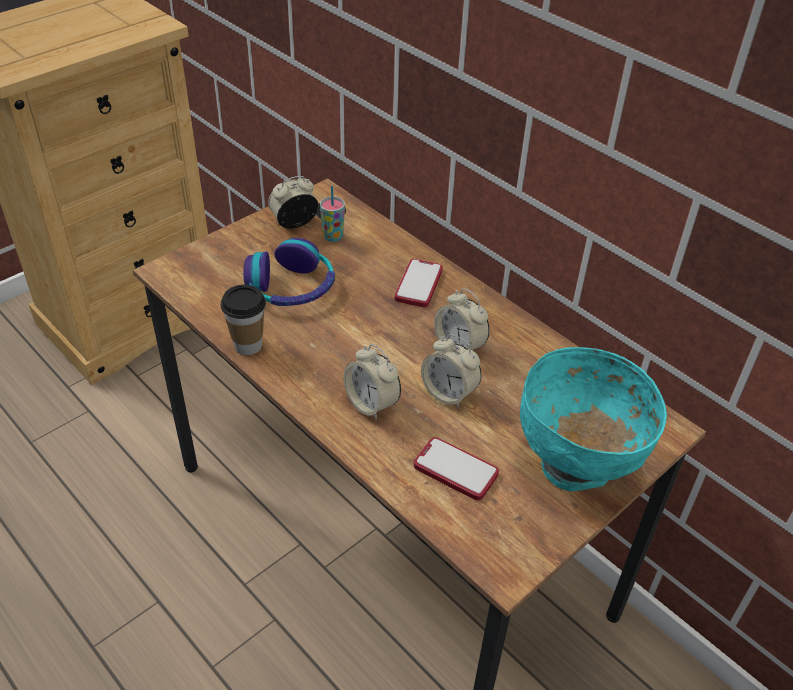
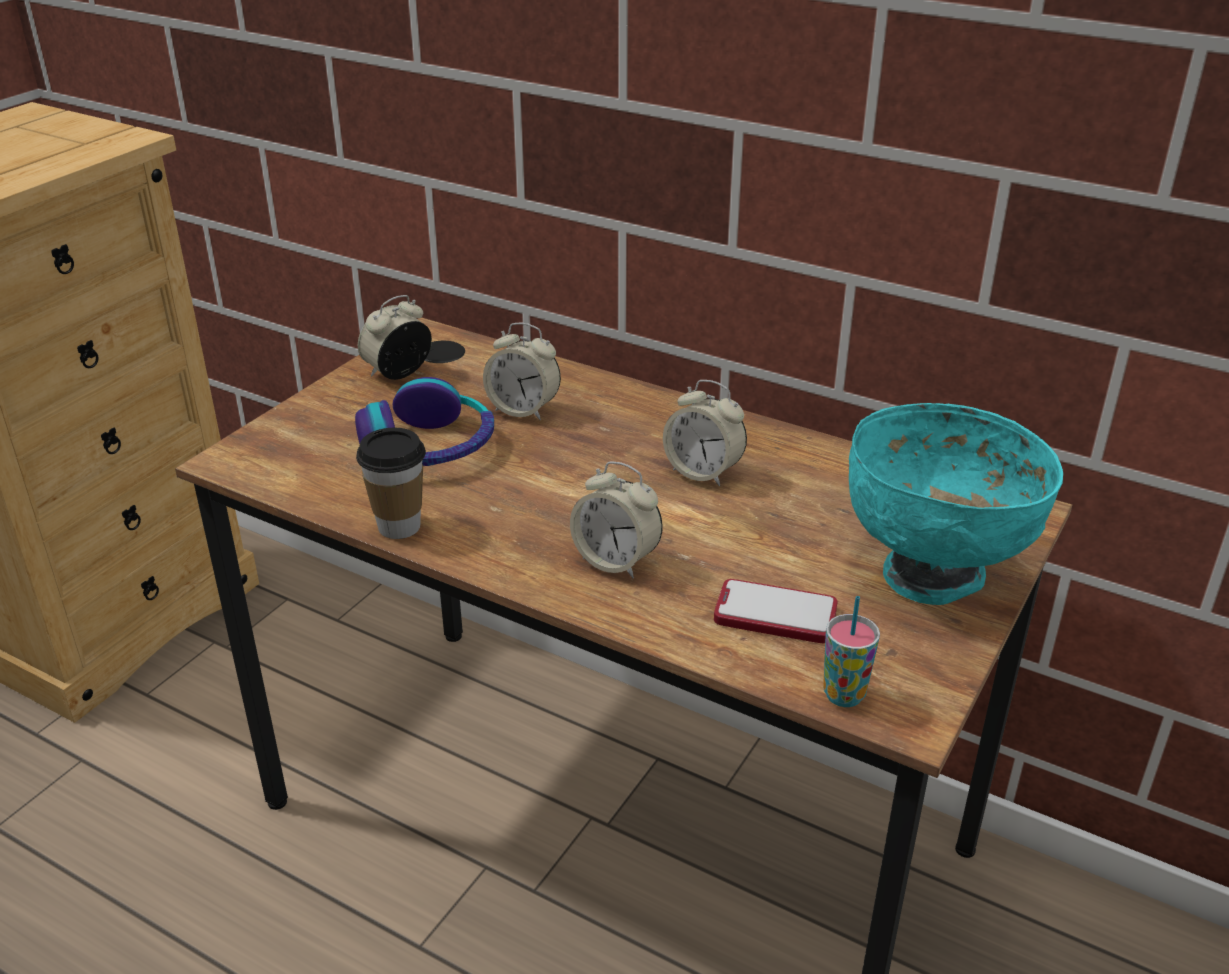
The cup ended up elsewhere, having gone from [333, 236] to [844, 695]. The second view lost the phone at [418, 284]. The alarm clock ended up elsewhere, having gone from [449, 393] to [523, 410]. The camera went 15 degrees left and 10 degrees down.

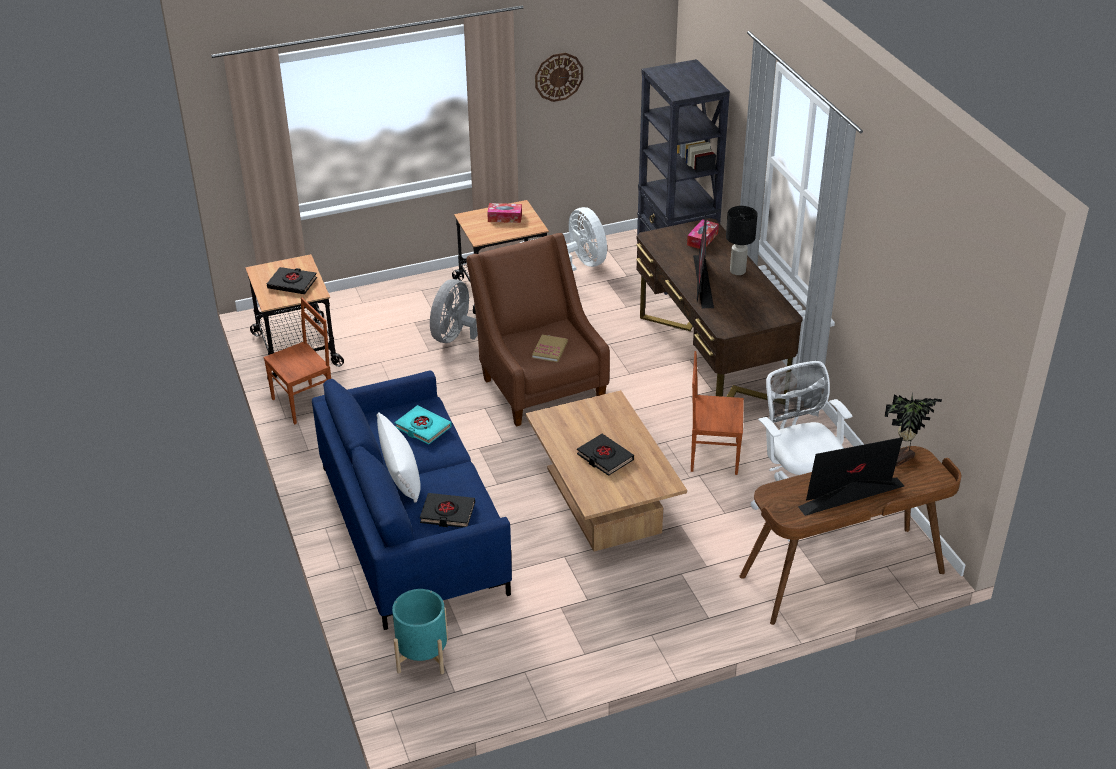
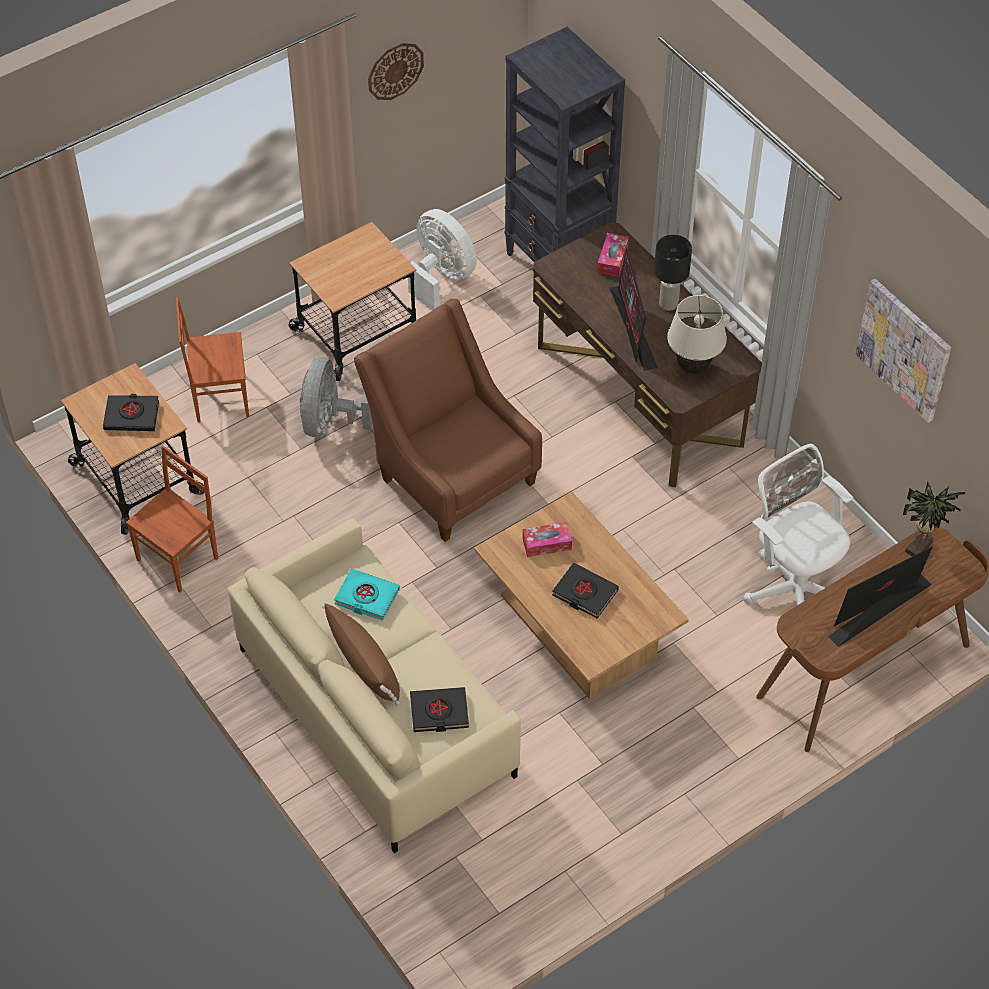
What was the sofa (blue) at [413, 528] turned into the sofa (beige) at [376, 711]. What was the pillow (white) at [400, 471] turned into the pillow (brown) at [364, 665]. The second view lost the planter (turquoise) at [422, 655]. The tissue box ended up elsewhere, having gone from [505, 217] to [546, 544]. The second view lost the book at [550, 350]. The chair (brown) ended up elsewhere, having gone from [713, 455] to [220, 397]. The second view gained the table lamp (beige) at [693, 367]. The second view gained the picture at [904, 349]. The camera went 15 degrees left and 15 degrees up.

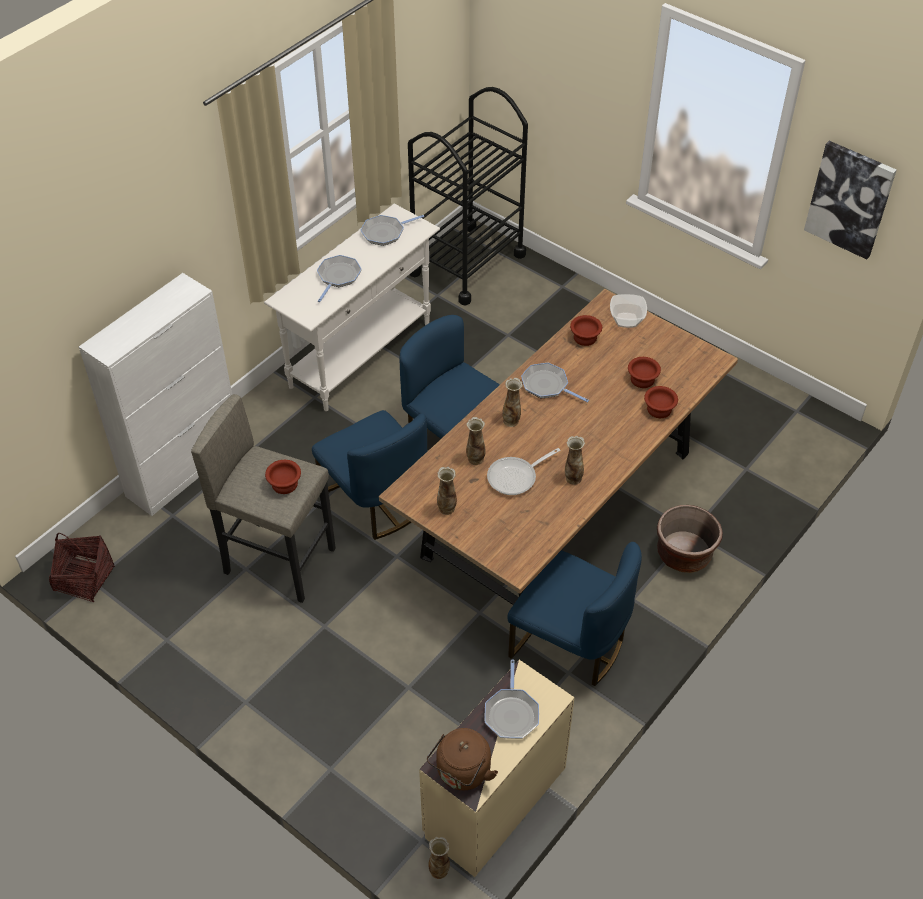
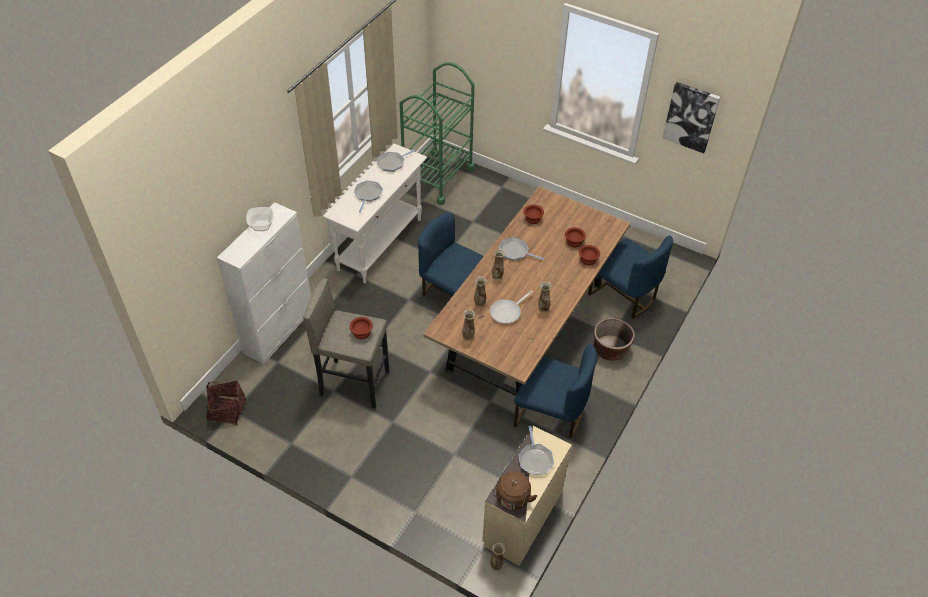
The chair (blue) ended up elsewhere, having gone from [375, 501] to [624, 295]. What was the cart (black) at [467, 264] turned into the cart (green) at [437, 178]. The bowl ended up elsewhere, having gone from [626, 320] to [261, 225]. The camera went 10 degrees left and 0 degrees up.

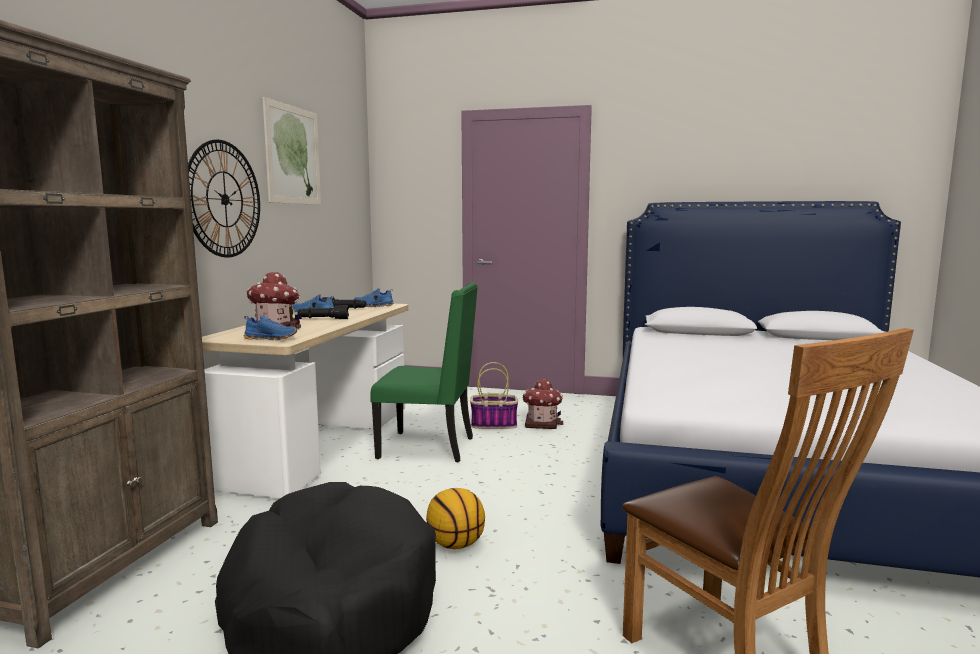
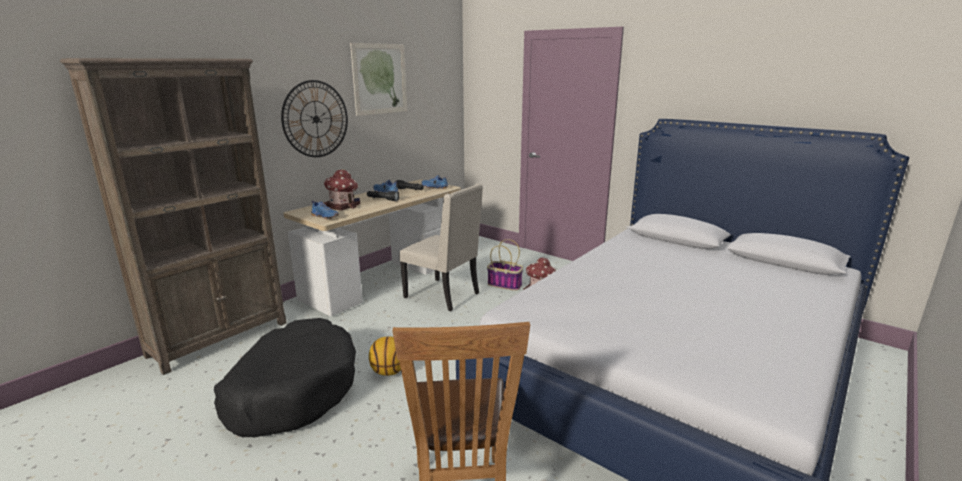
What was the chair (green) at [429, 447] turned into the chair (beige) at [444, 295]. The camera went 25 degrees right and 10 degrees up.

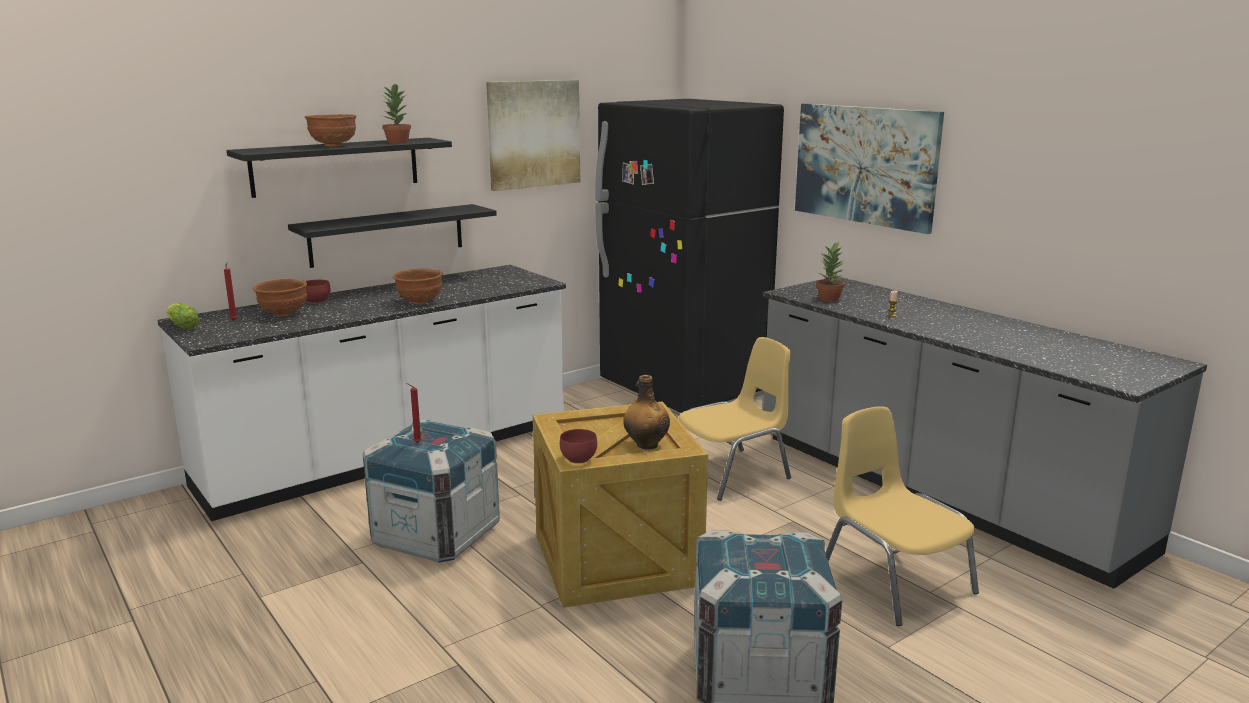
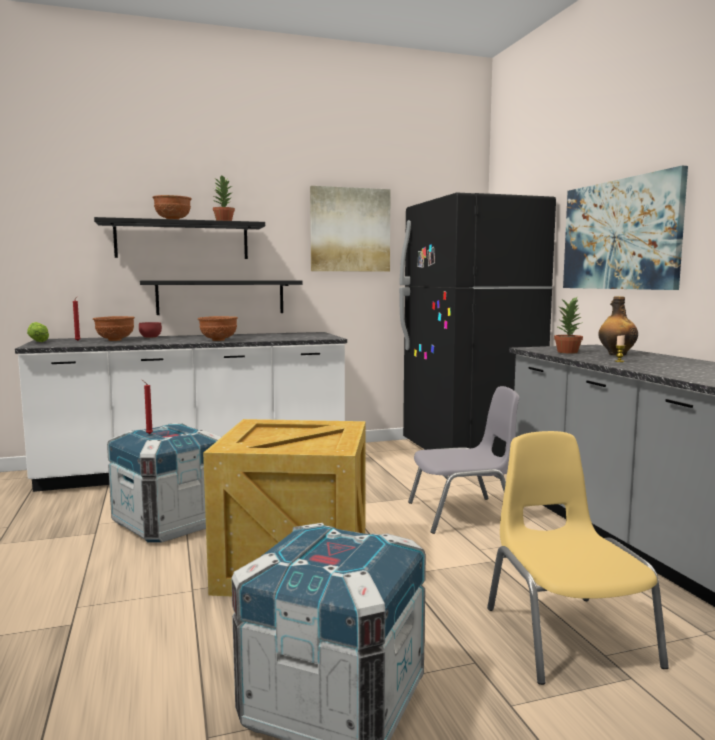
The second view lost the bowl (red) at [579, 459]. The bottle ended up elsewhere, having gone from [646, 445] to [616, 354]. What was the chair (yellow) at [732, 473] turned into the chair (grey) at [463, 514]. The camera went 20 degrees right and 10 degrees down.

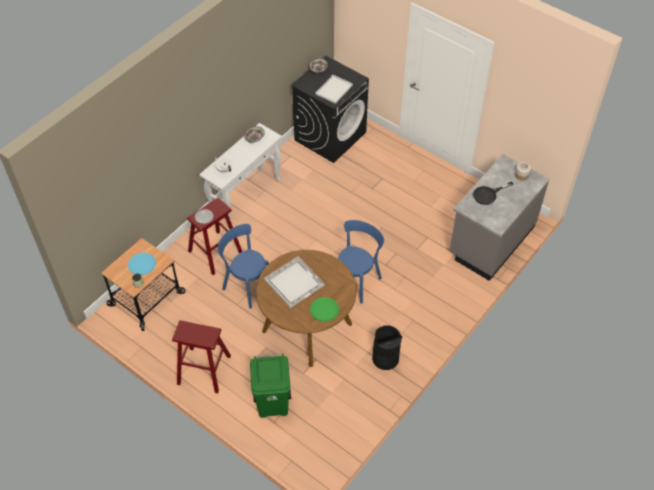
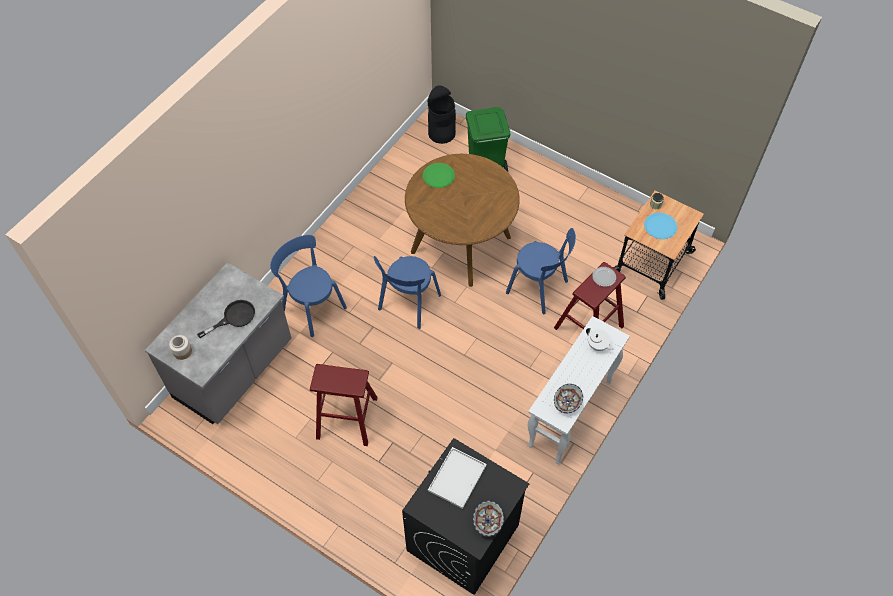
The stool (red) ended up elsewhere, having gone from [204, 370] to [347, 418]. The second view lost the tray (white) at [294, 282]. The trash can (black) ended up elsewhere, having gone from [385, 358] to [441, 133]. The second view gained the chair (blue) at [312, 307]. The camera went 175 degrees right and 5 degrees up.

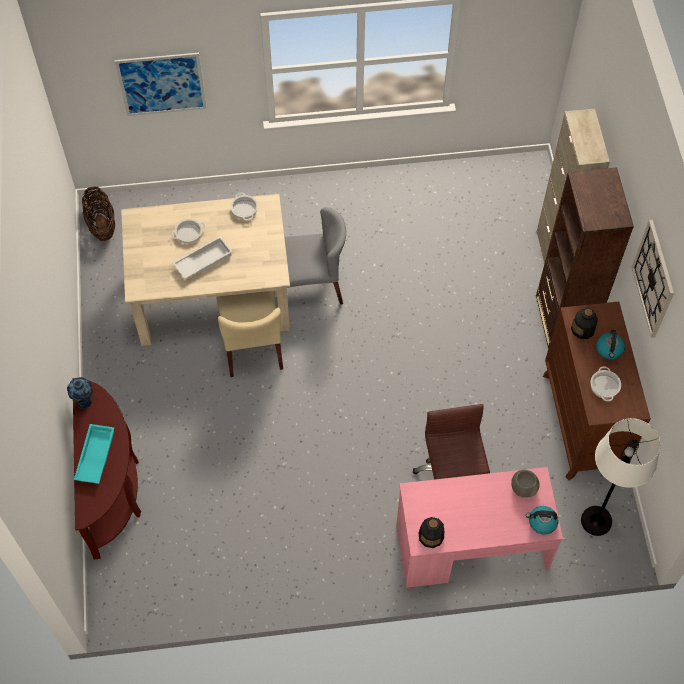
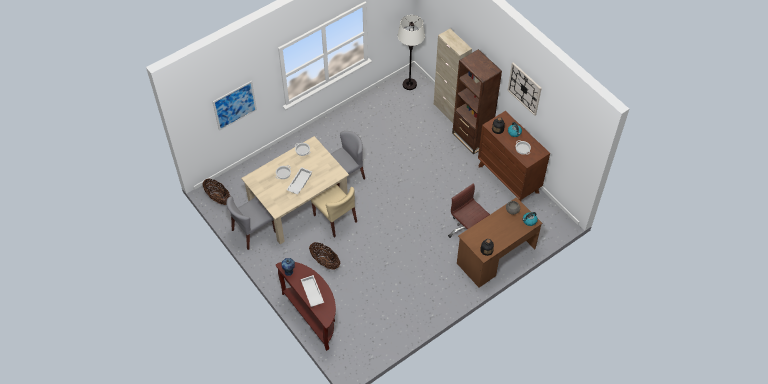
What was the tray (turquoise) at [95, 456] turned into the tray (white) at [311, 292]. What was the desk (pink) at [471, 547] turned into the desk (brown) at [495, 256]. The floor lamp (white) ended up elsewhere, having gone from [596, 521] to [409, 84]. The second view gained the chair (grey) at [253, 231]. The second view gained the basket at [325, 262]. The camera went 30 degrees left and 5 degrees down.

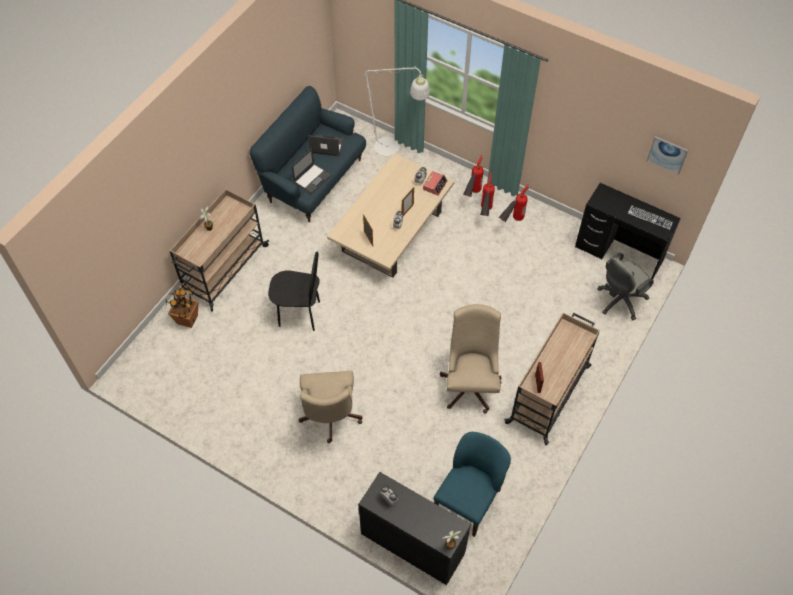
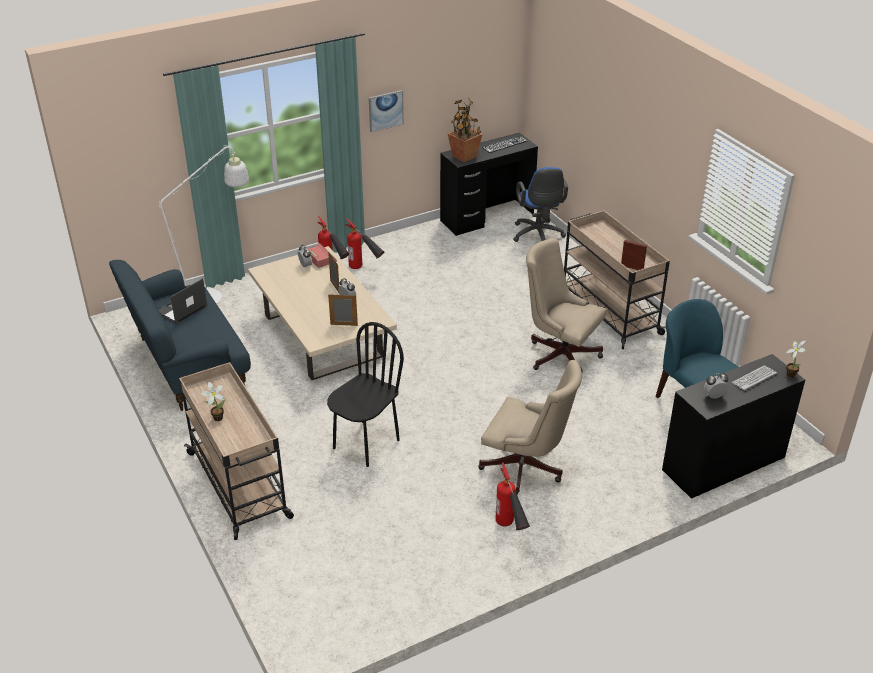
The potted plant ended up elsewhere, having gone from [187, 319] to [464, 156]. The second view lost the laptop at [312, 178]. The fire extinguisher ended up elsewhere, having gone from [511, 222] to [510, 532]. What was the office chair (grey) at [619, 301] turned into the office chair (blue) at [538, 236]. The picture ended up elsewhere, having gone from [667, 154] to [385, 110]. The second view gained the keyboard at [754, 378]. The camera went 60 degrees left and 20 degrees down.

